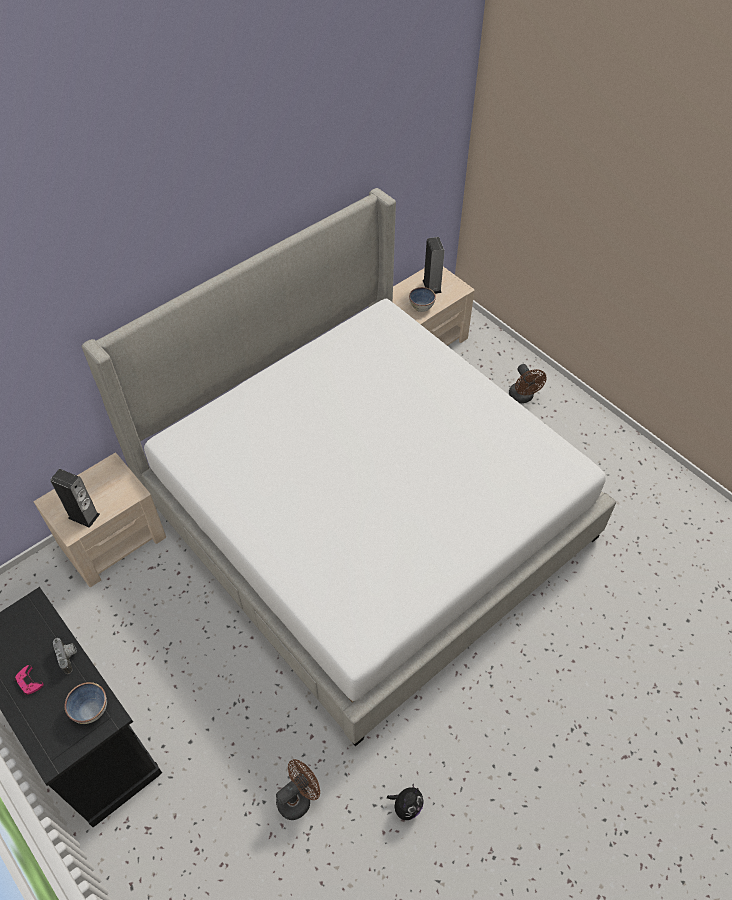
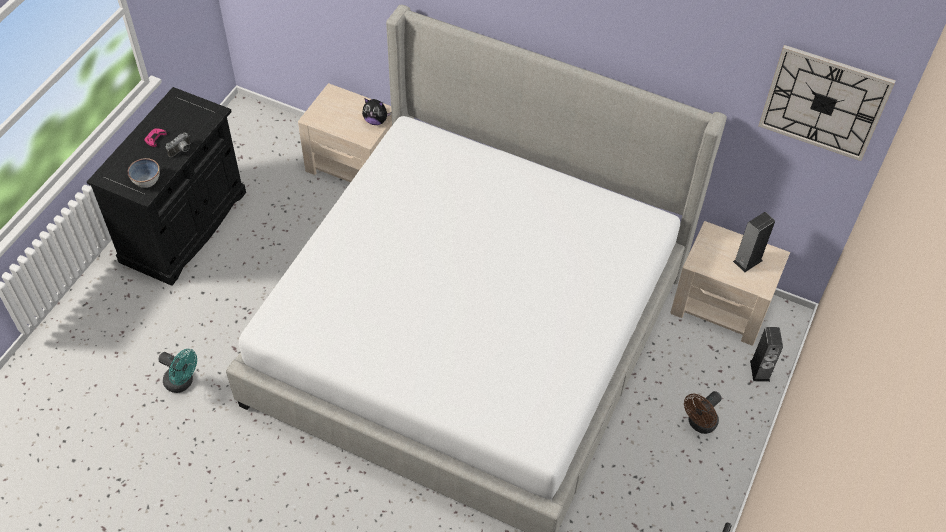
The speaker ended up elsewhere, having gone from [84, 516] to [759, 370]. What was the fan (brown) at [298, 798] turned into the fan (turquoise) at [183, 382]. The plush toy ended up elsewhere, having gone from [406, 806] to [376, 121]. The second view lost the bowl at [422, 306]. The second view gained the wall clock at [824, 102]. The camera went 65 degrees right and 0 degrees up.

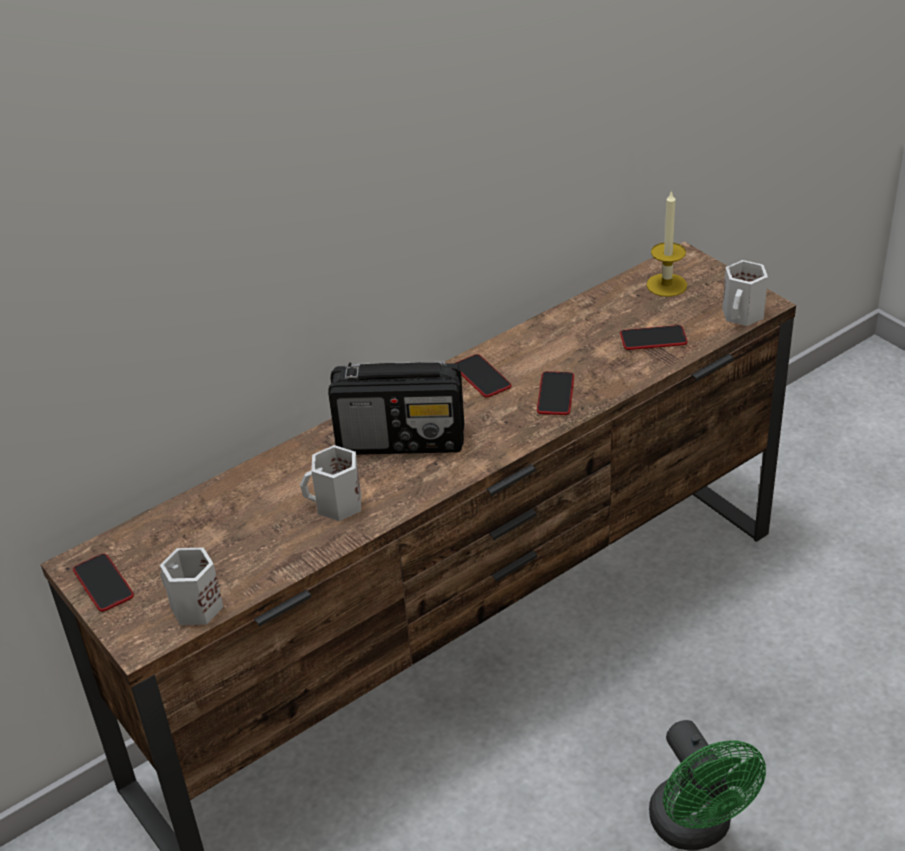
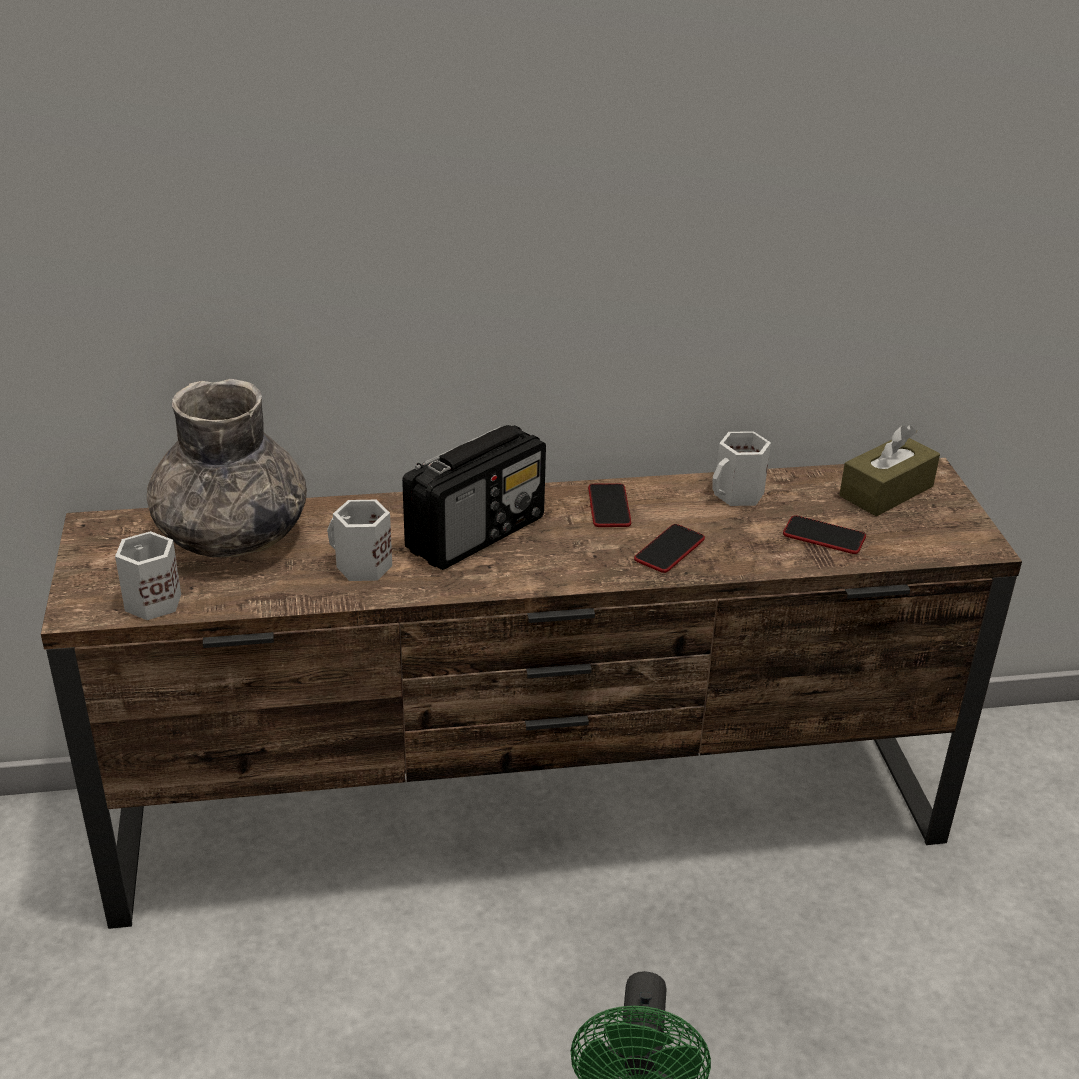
The second view lost the phone at [103, 583]. The radio at [402, 440] ended up facing another way, 75 degrees counterclockwise from before. Where the candle stood at [666, 285], the tissue box (brown) came to stand at [886, 491]. The mug (white) ended up elsewhere, having gone from [743, 314] to [738, 495]. The second view gained the vase (grey) at [231, 536]. The camera went 25 degrees right and 5 degrees down.

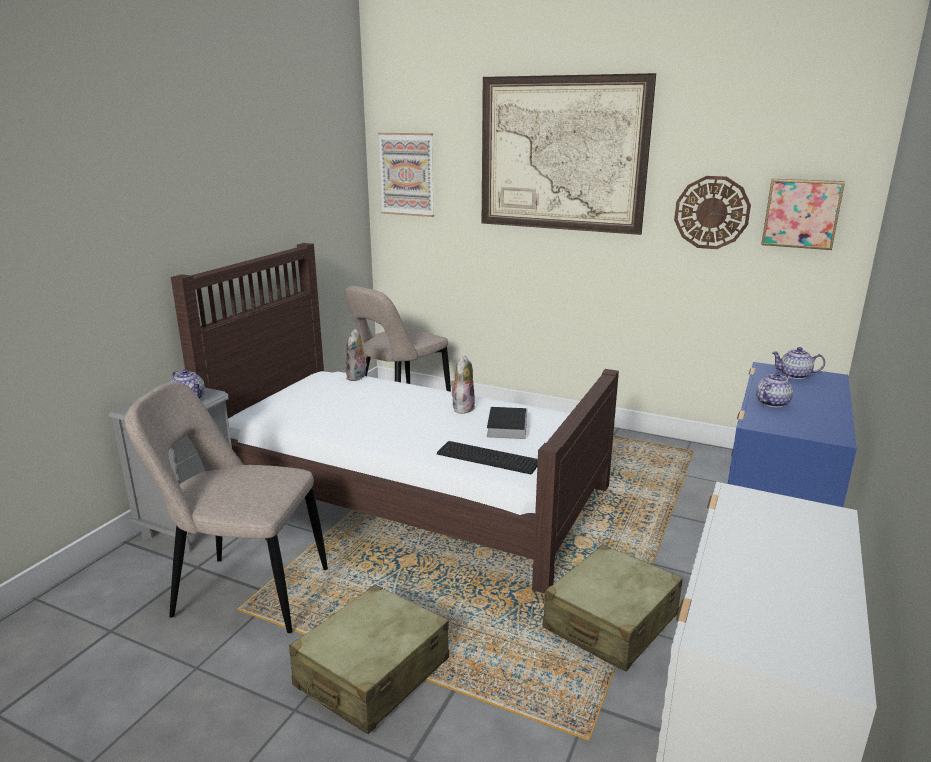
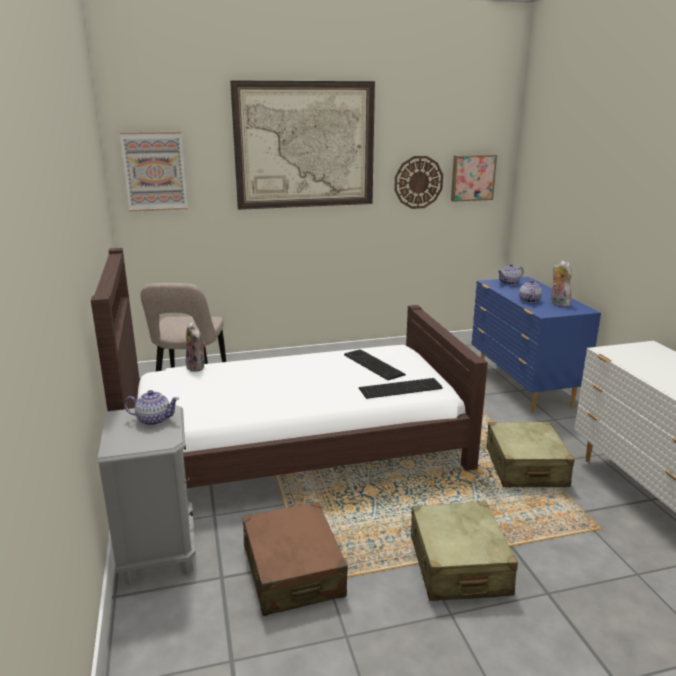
Where the chair (beige) stood at [244, 592], the suitcase (brown) came to stand at [293, 571]. The plush toy ended up elsewhere, having gone from [462, 407] to [558, 303]. Where the book stood at [507, 425], the keyboard came to stand at [373, 365]. The camera went 40 degrees left and 0 degrees up.

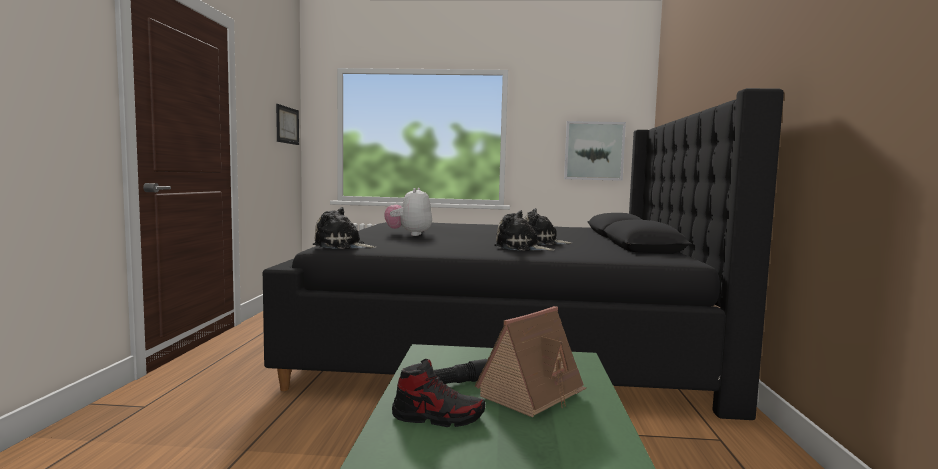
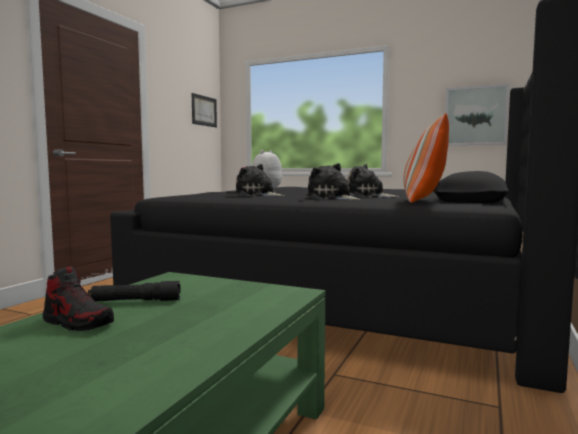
The plush toy ended up elsewhere, having gone from [342, 246] to [258, 195]. The second view lost the toy house at [532, 393]. The second view gained the pillow at [424, 201]. The camera went 20 degrees right and 0 degrees up.

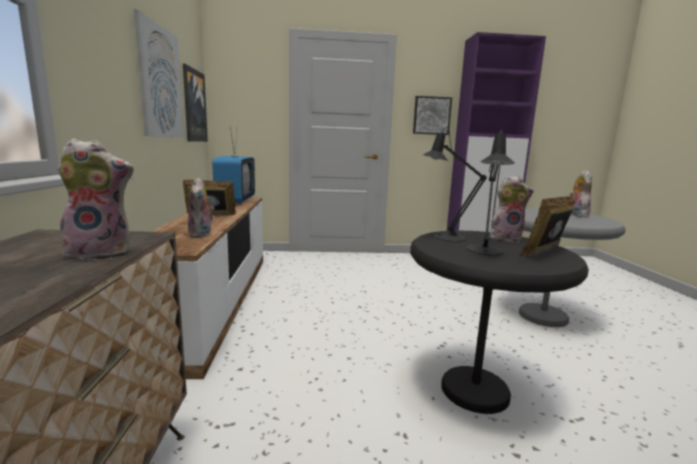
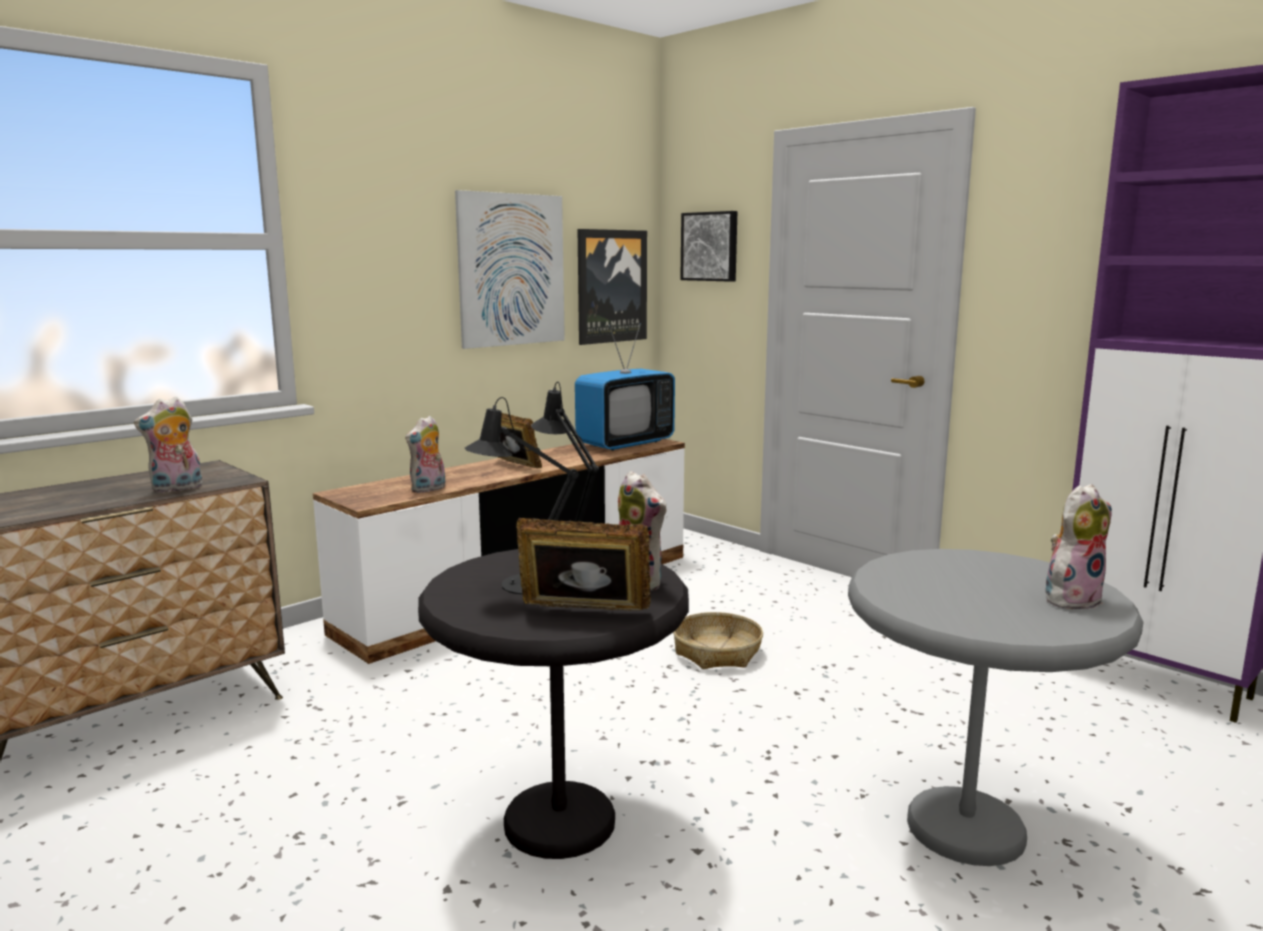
The plush toy at [102, 253] ended up facing another way, 105 degrees clockwise from before. The picture ended up elsewhere, having gone from [431, 115] to [710, 246]. The second view gained the basket at [717, 652]. The camera went 50 degrees right and 0 degrees up.

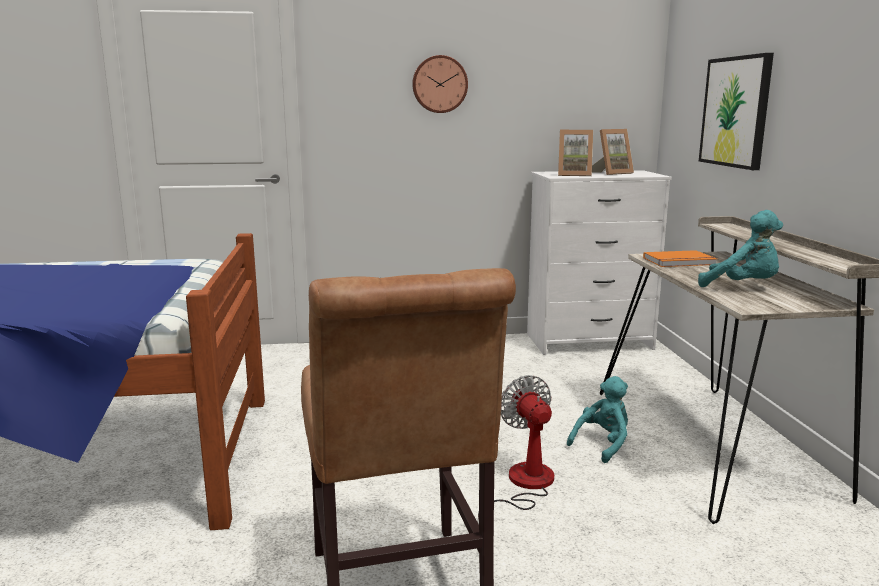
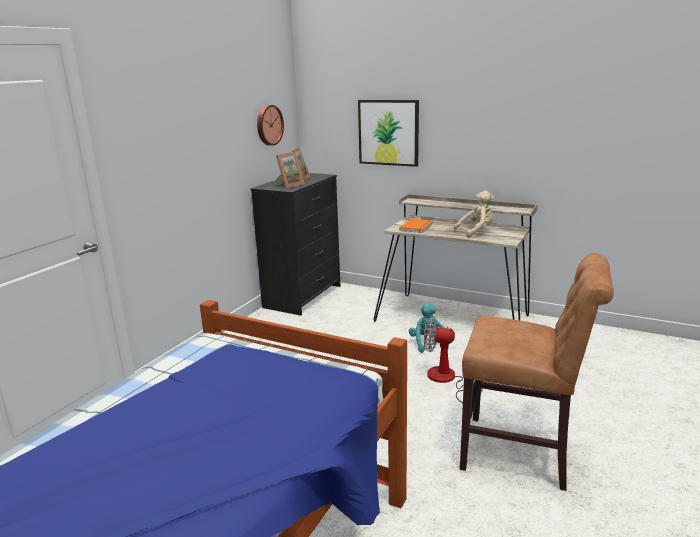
The wall clock ended up elsewhere, having gone from [439, 84] to [268, 125]. What was the dresser (white) at [589, 342] turned into the dresser (black) at [303, 296]. What was the plush toy (turquoise) at [742, 286] turned into the plush toy (beige) at [476, 232]. The camera went 55 degrees left and 5 degrees up.

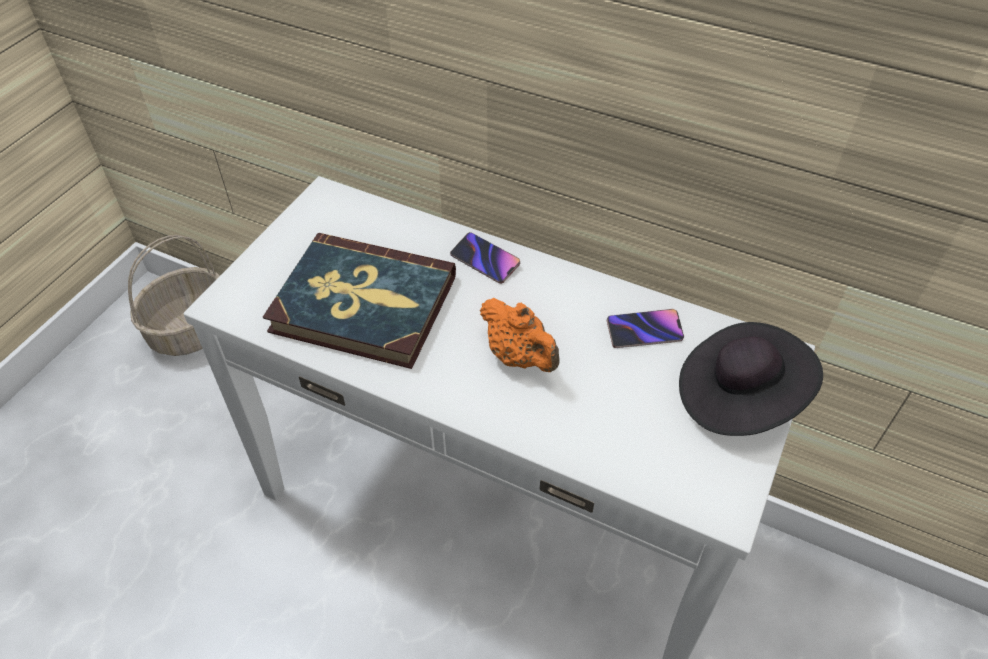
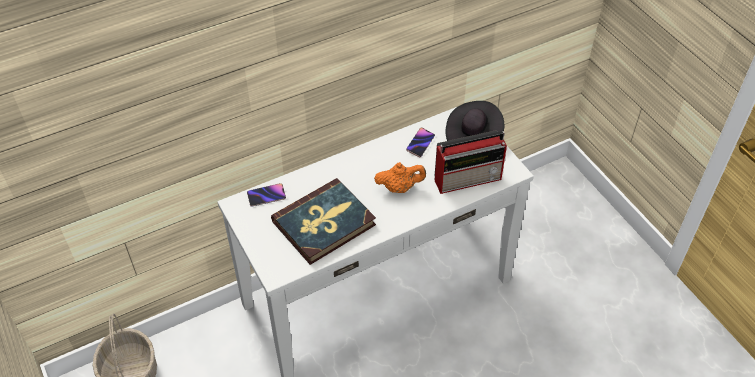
The phone ended up elsewhere, having gone from [485, 260] to [266, 196]. The second view gained the radio at [469, 178]. The camera went 55 degrees left and 0 degrees up.

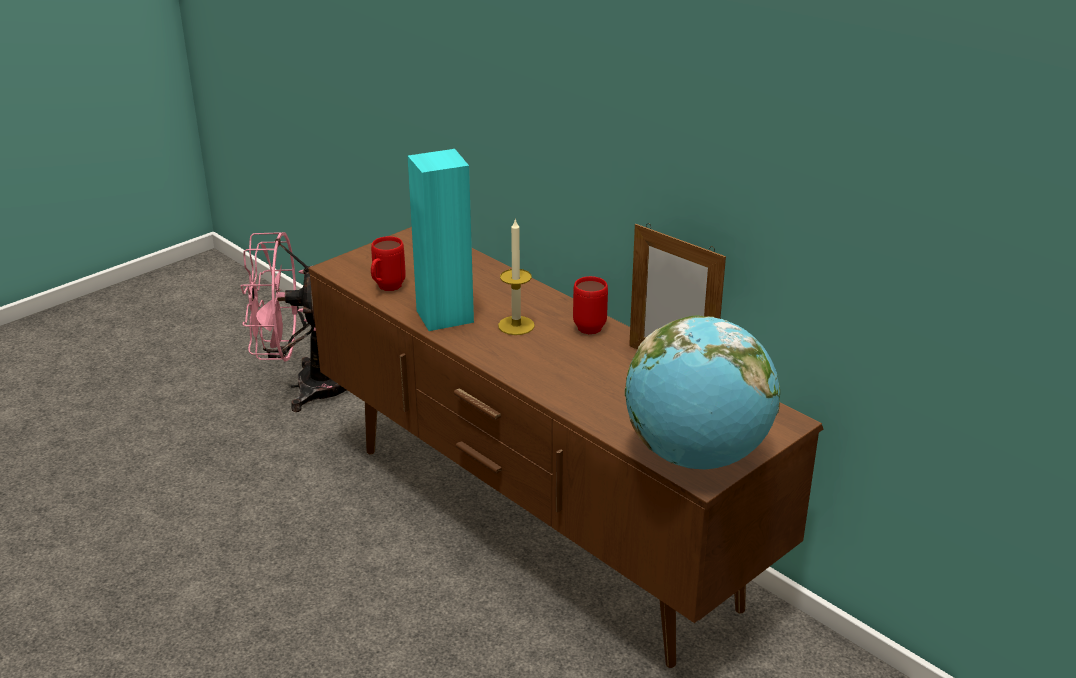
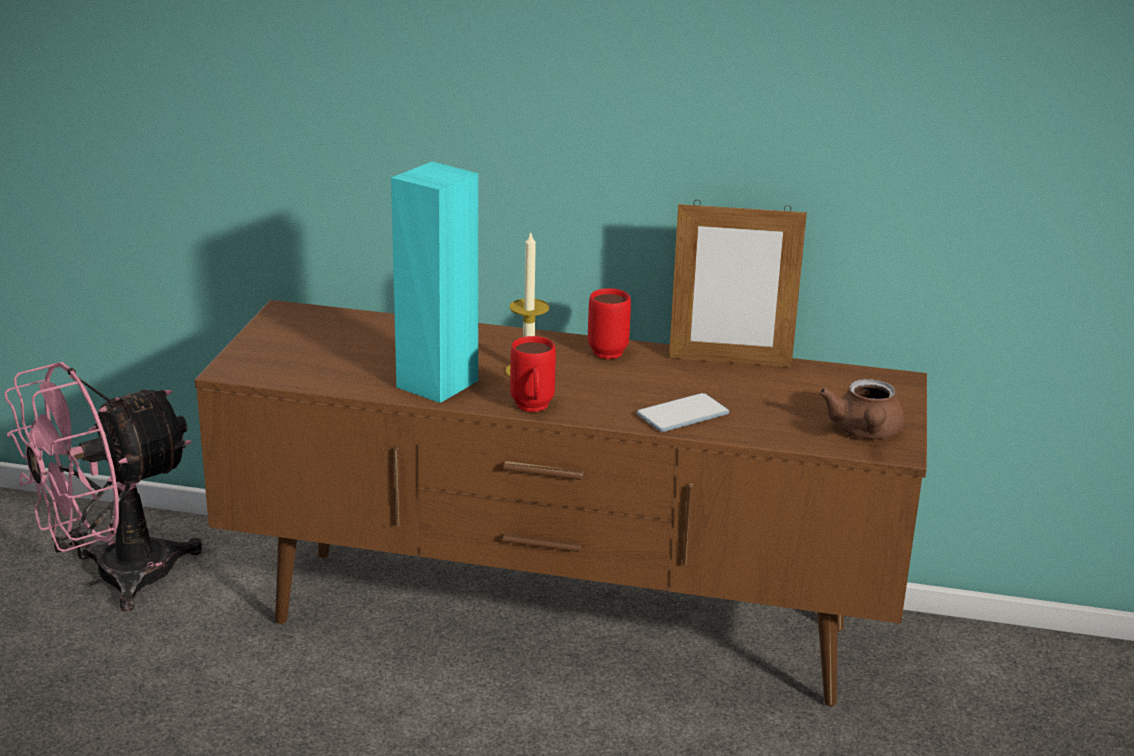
The mug (red) ended up elsewhere, having gone from [386, 289] to [532, 410]. Where the globe stood at [697, 456], the teapot (brown) came to stand at [865, 433]. The second view gained the phone at [682, 415]. The camera went 35 degrees left and 5 degrees down.

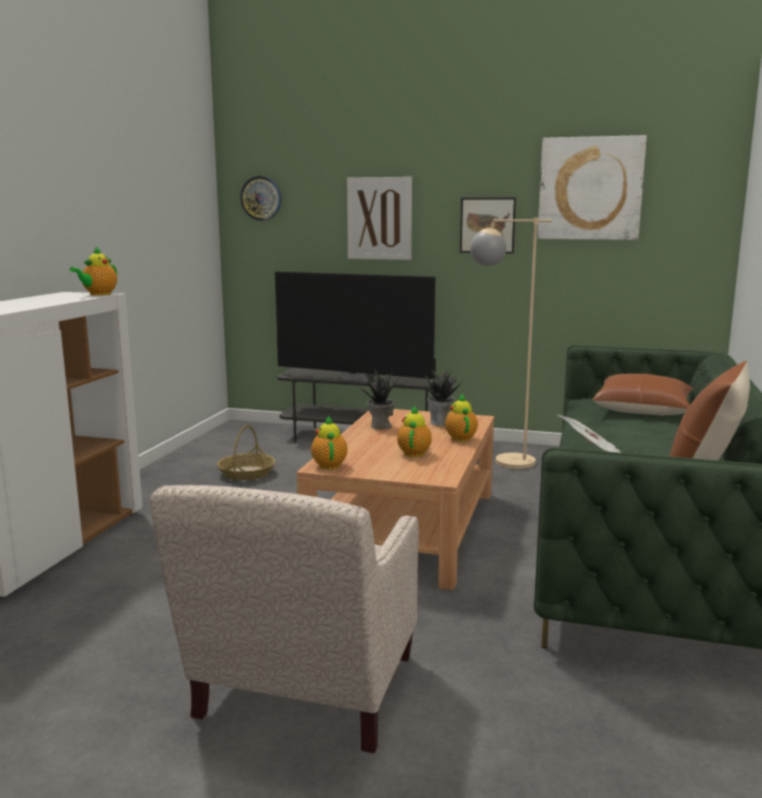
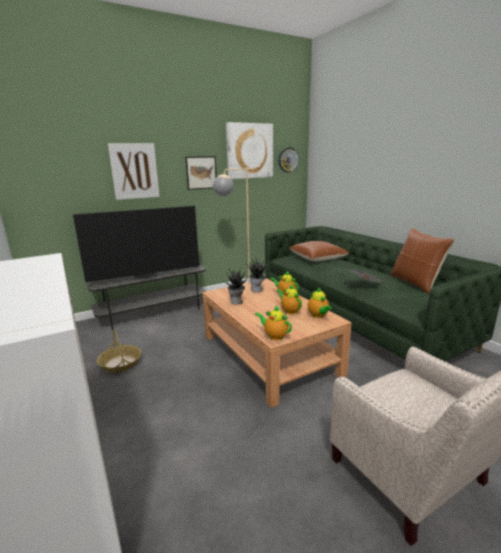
The teapot ended up elsewhere, having gone from [98, 294] to [318, 315]. The wall clock ended up elsewhere, having gone from [261, 198] to [288, 160]. The camera went 45 degrees left and 5 degrees up.

